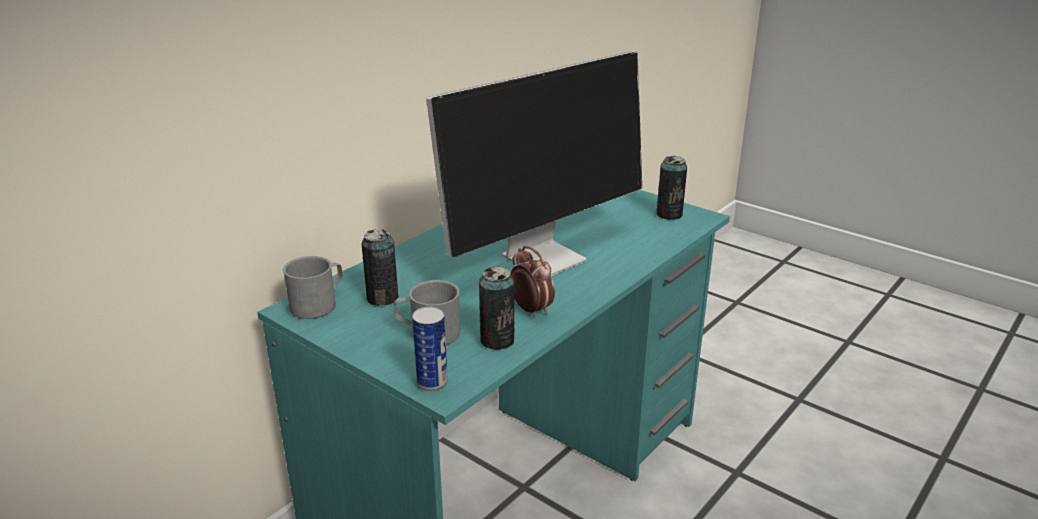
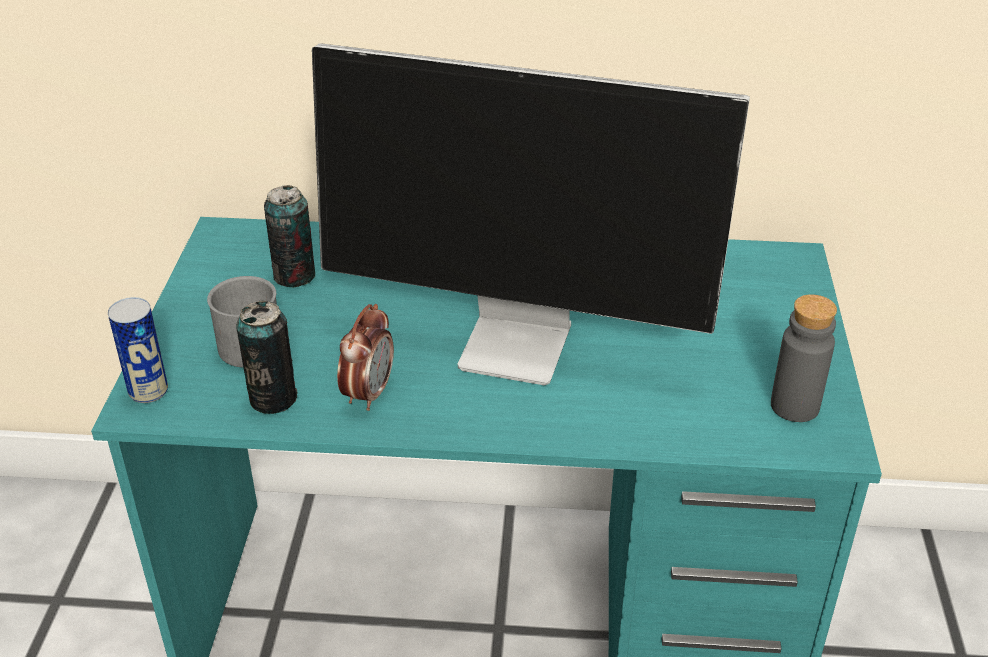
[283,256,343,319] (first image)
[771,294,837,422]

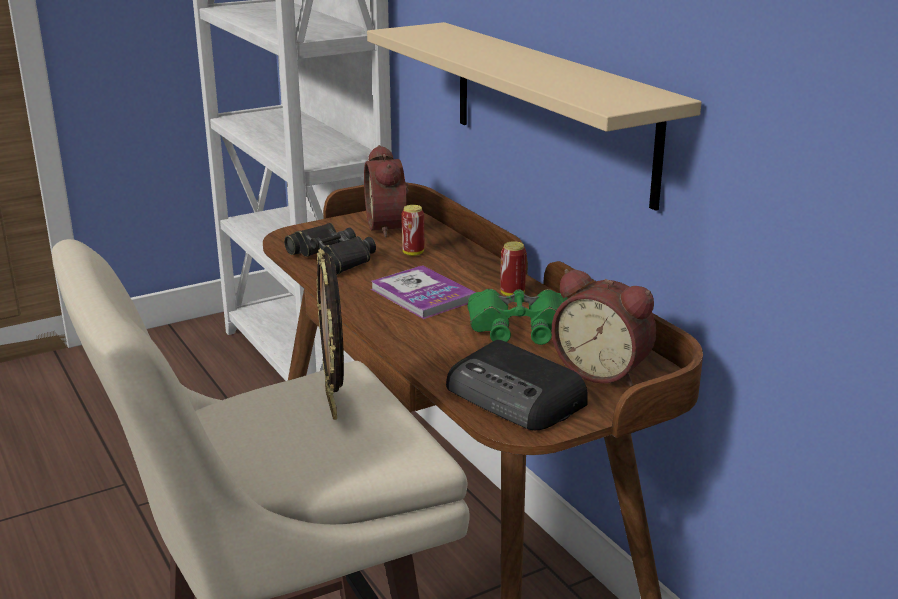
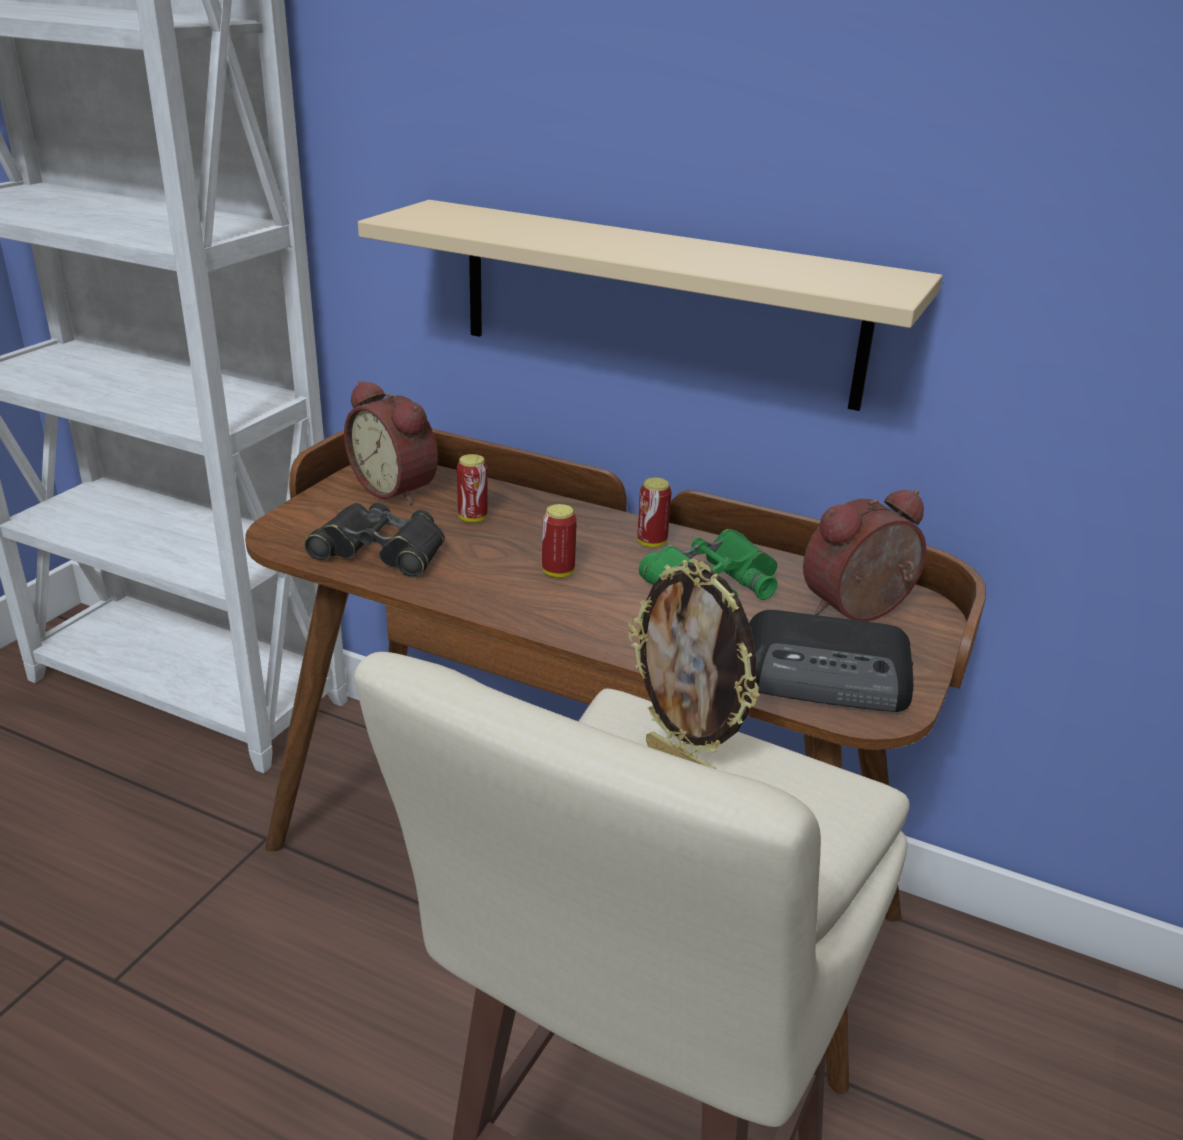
[542,504,577,578]
[803,489,926,622]

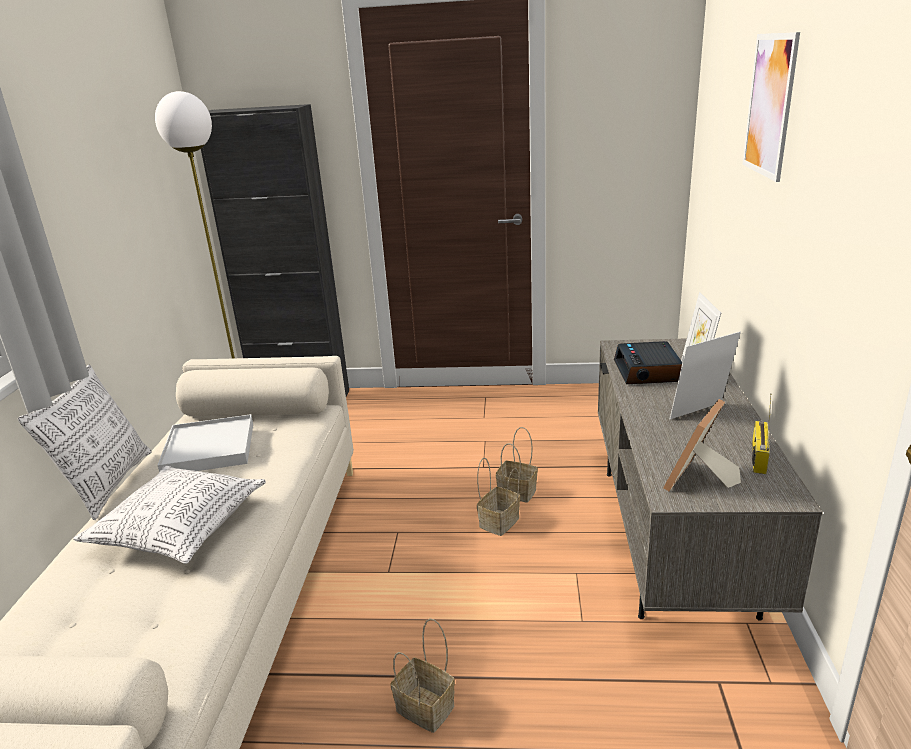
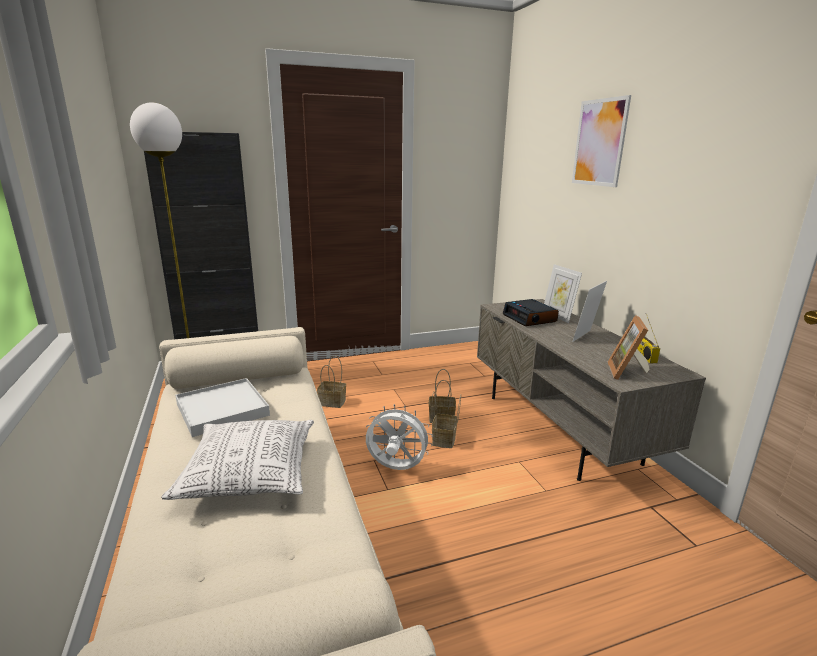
[18,365,151,520] (first image)
[366,404,433,470]
[317,356,346,408]

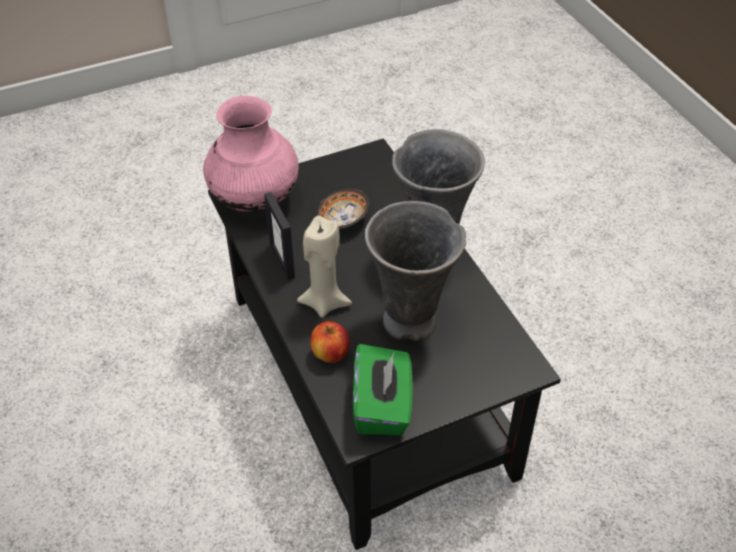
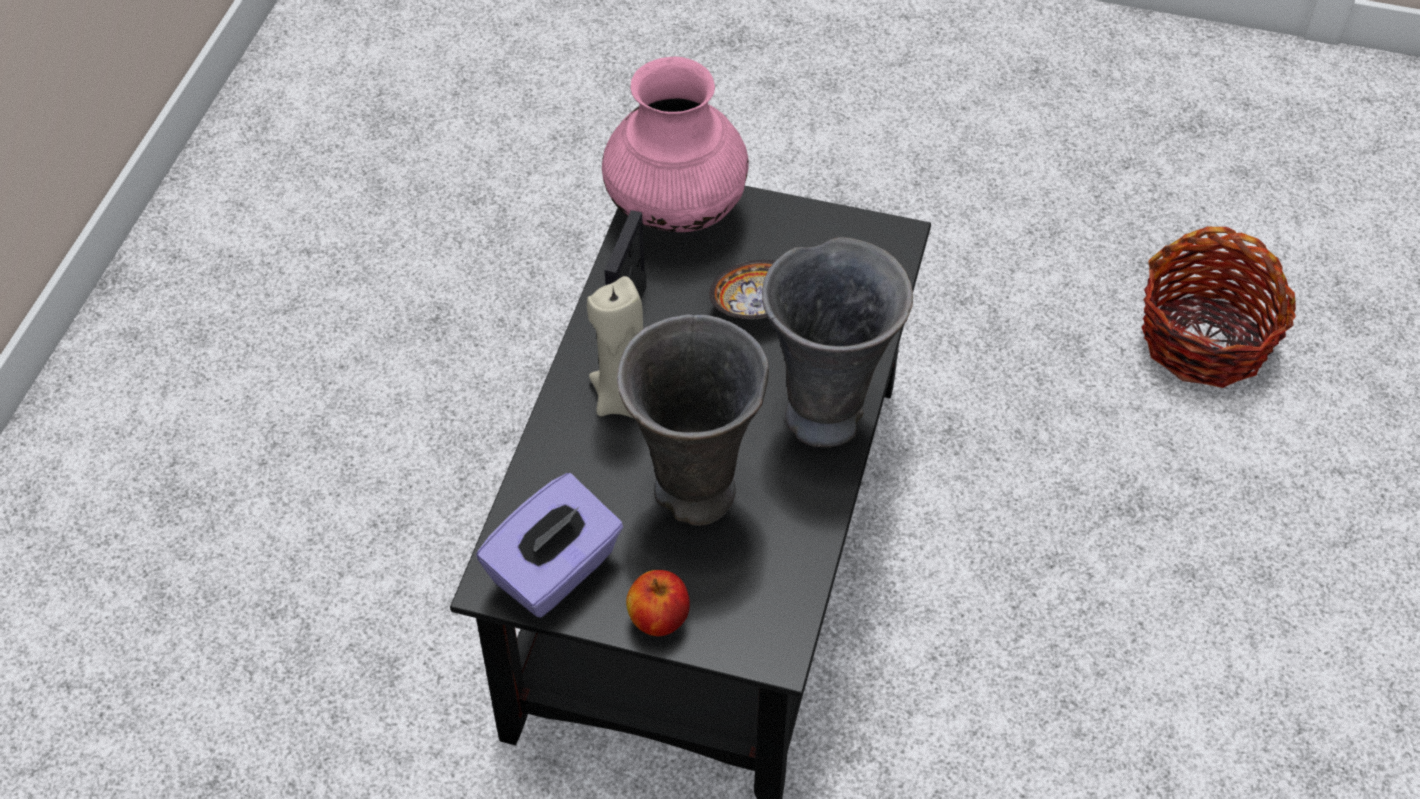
[1141,227,1296,388]
[626,570,690,636]
[476,473,624,618]

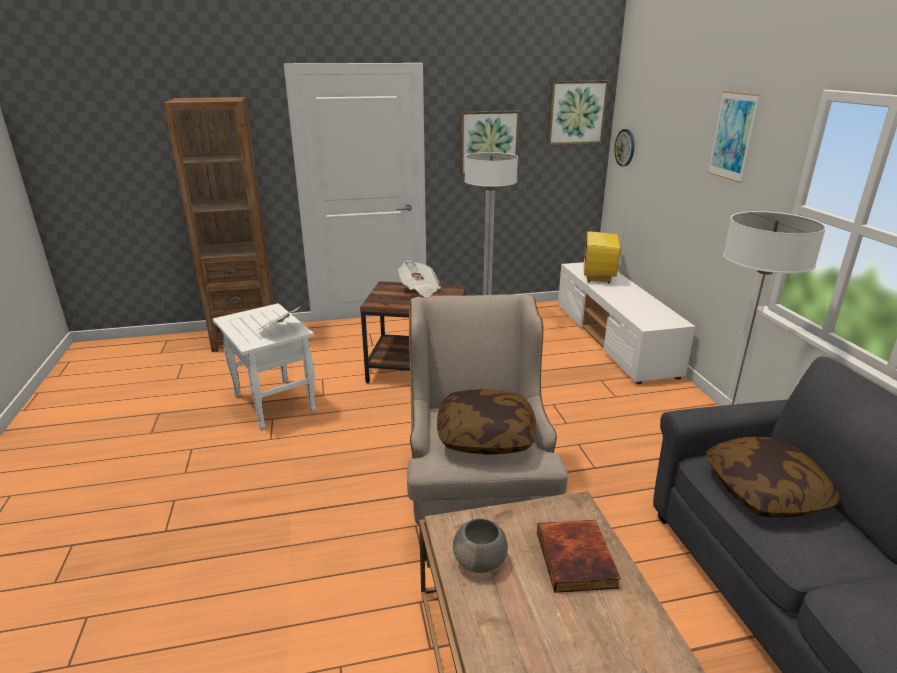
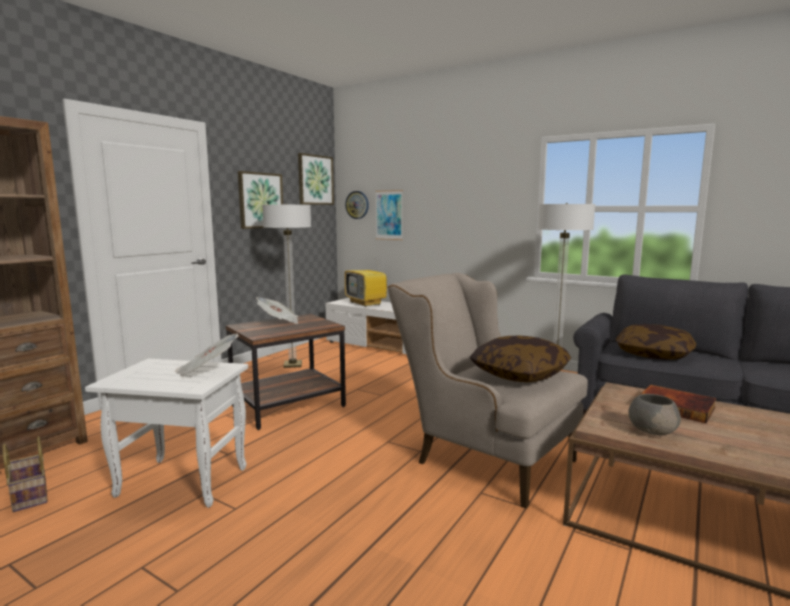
[2,436,48,512]
[375,190,403,240]

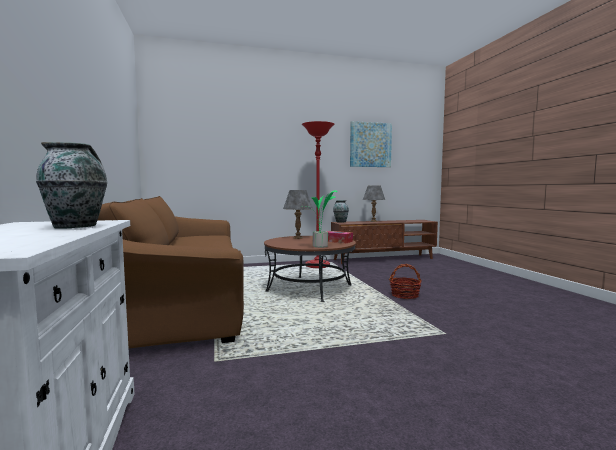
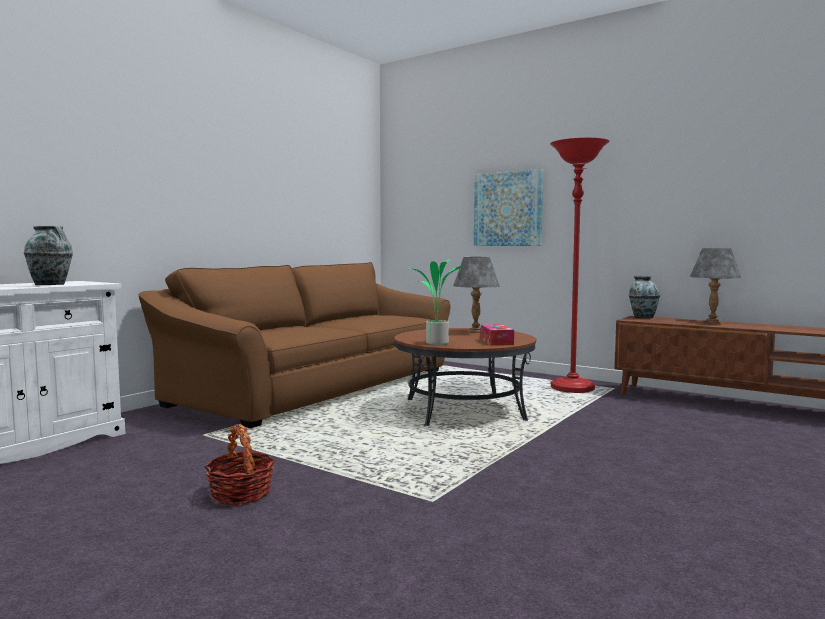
[474,169,543,246]
[204,424,275,505]

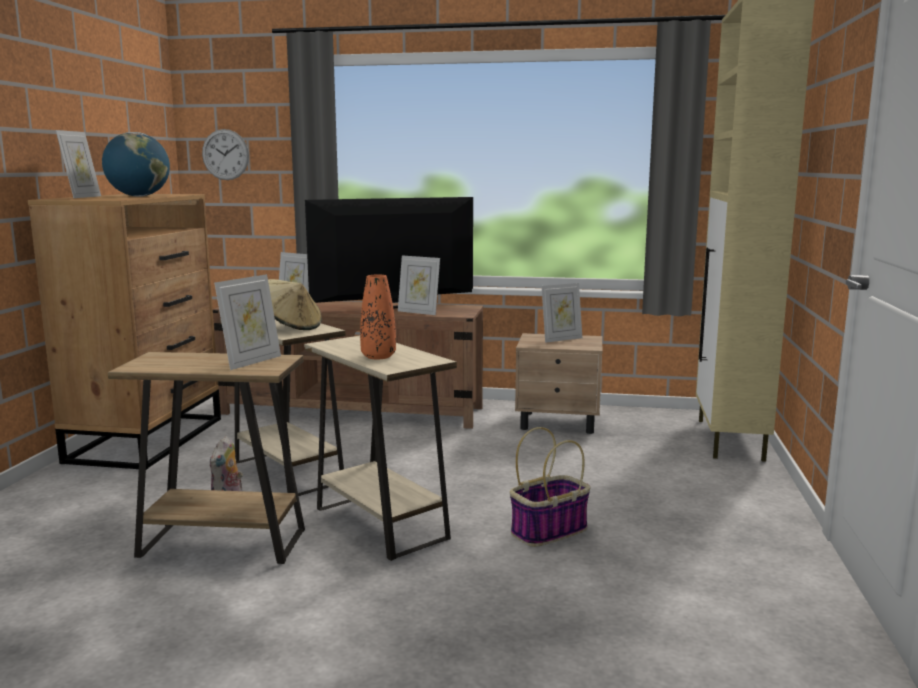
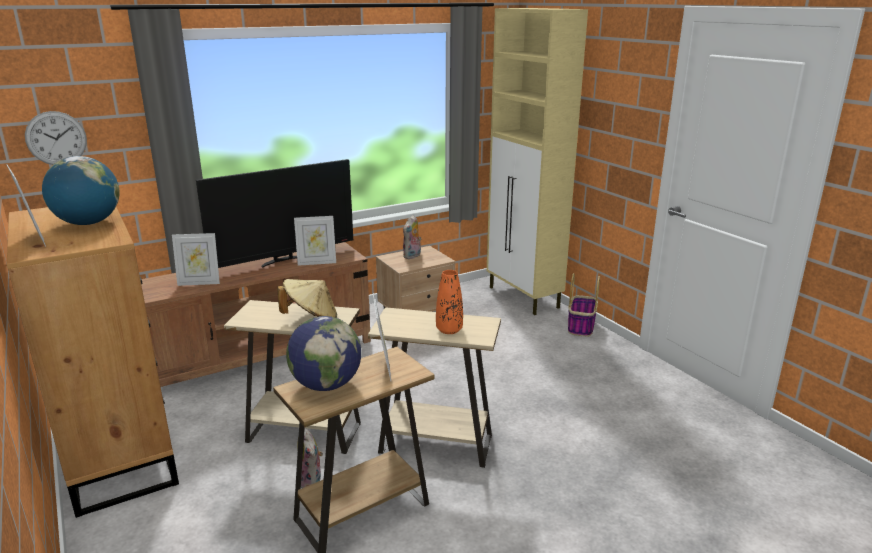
[286,316,361,391]
[568,273,600,337]
[403,215,421,259]
[196,159,353,268]

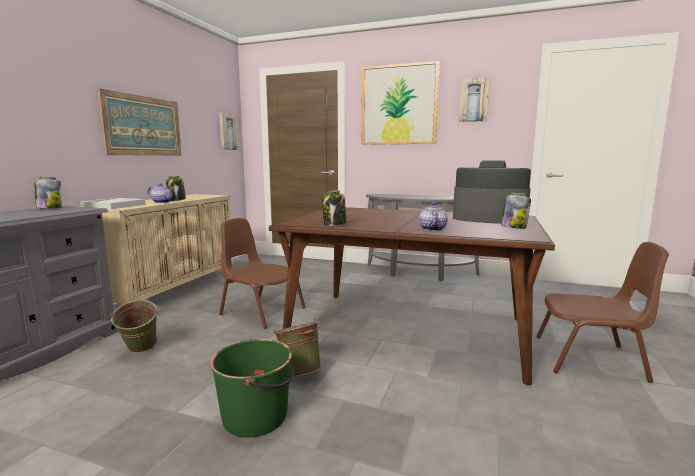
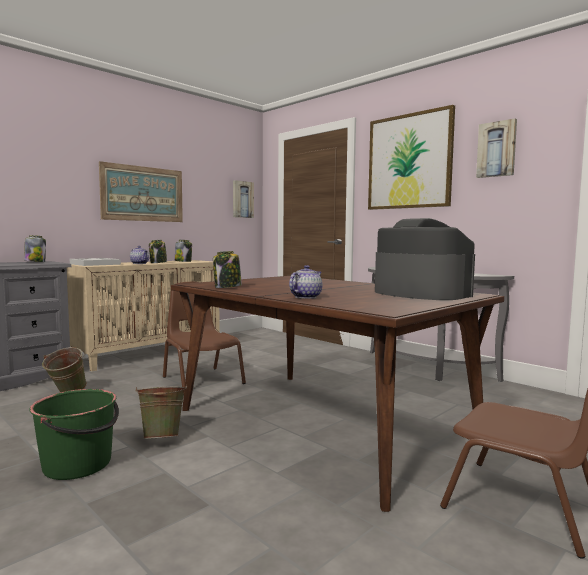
[175,240,192,262]

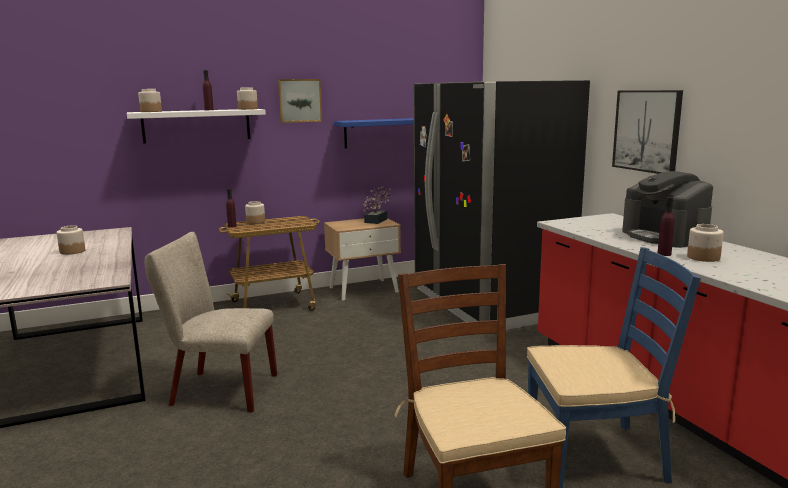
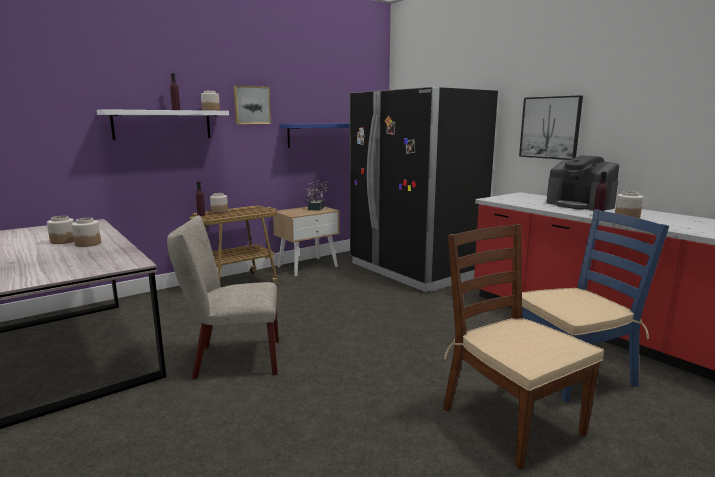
[72,218,101,247]

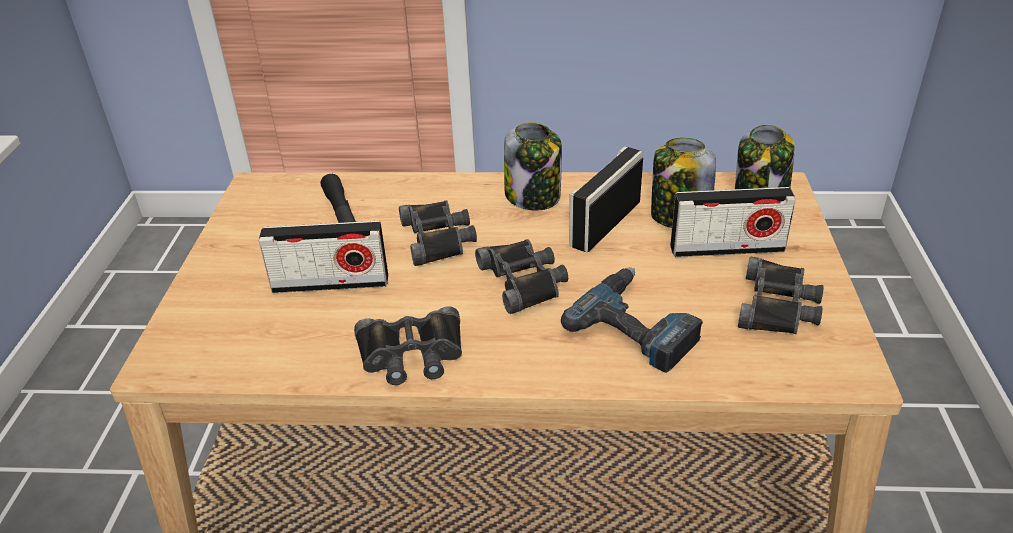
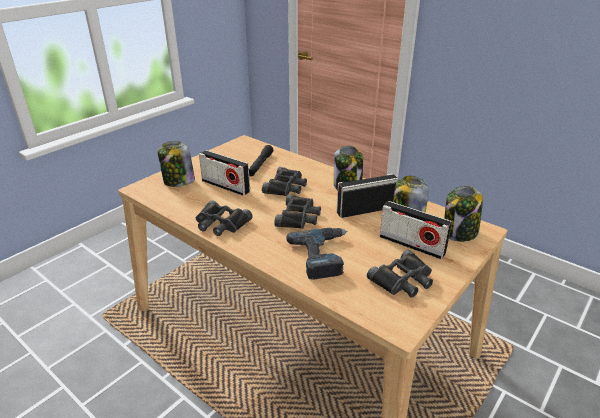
[158,141,195,187]

